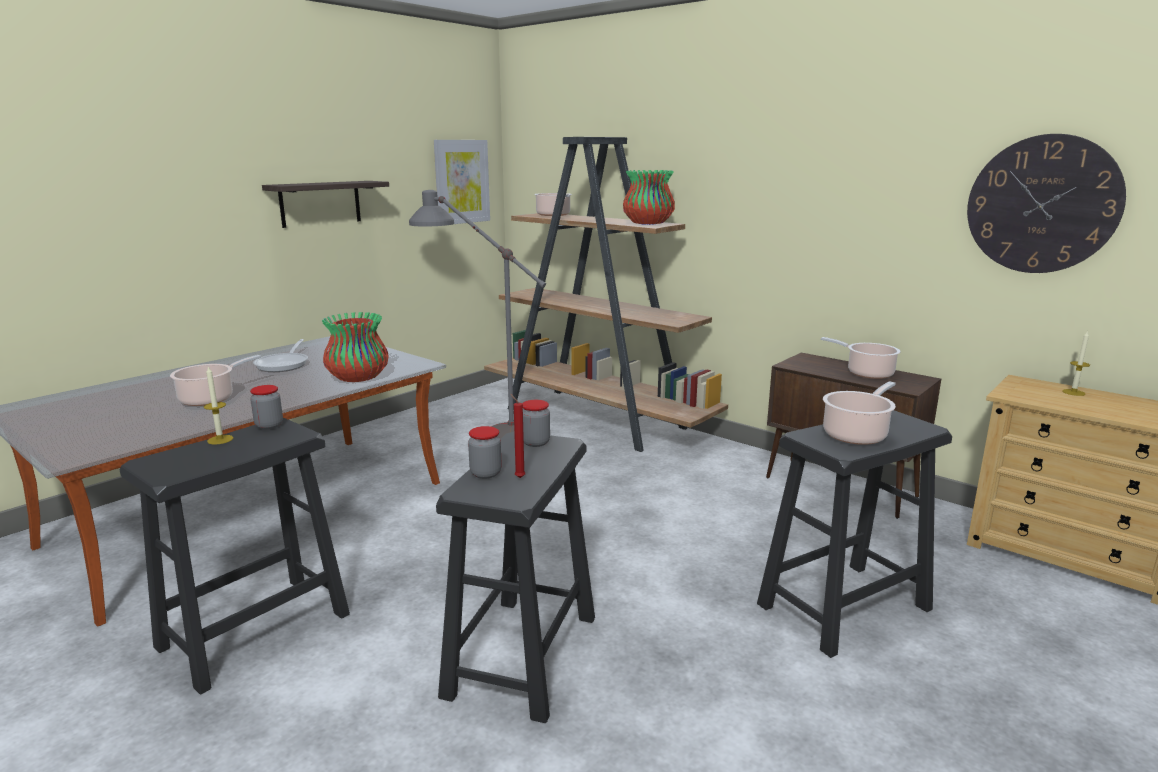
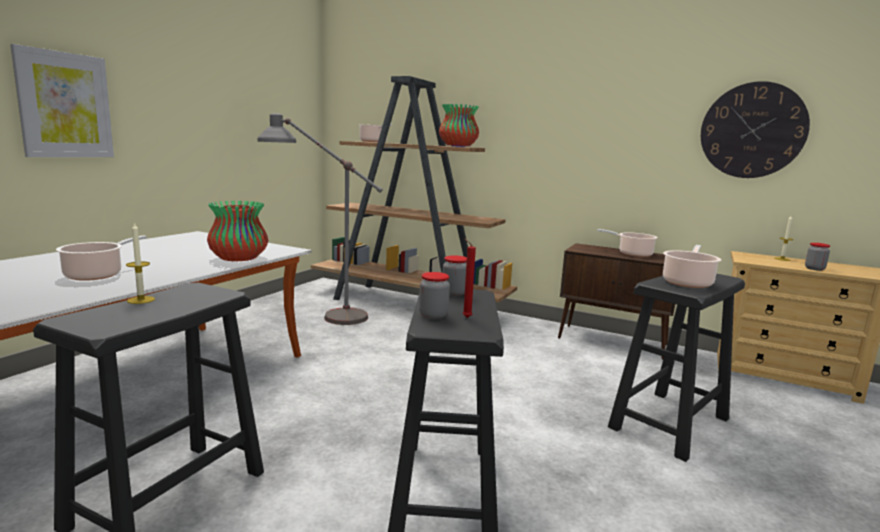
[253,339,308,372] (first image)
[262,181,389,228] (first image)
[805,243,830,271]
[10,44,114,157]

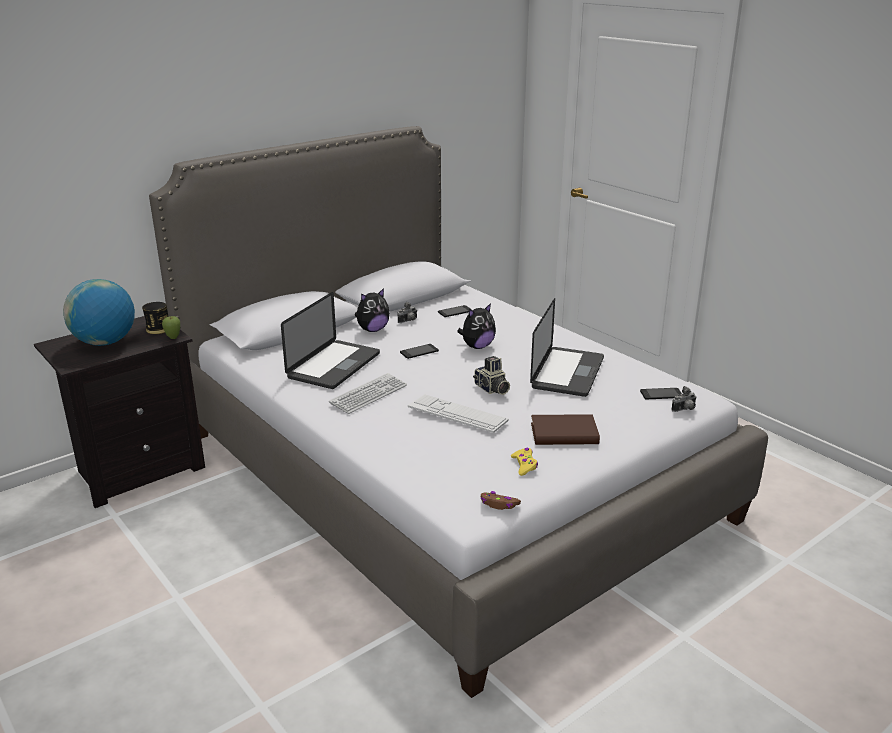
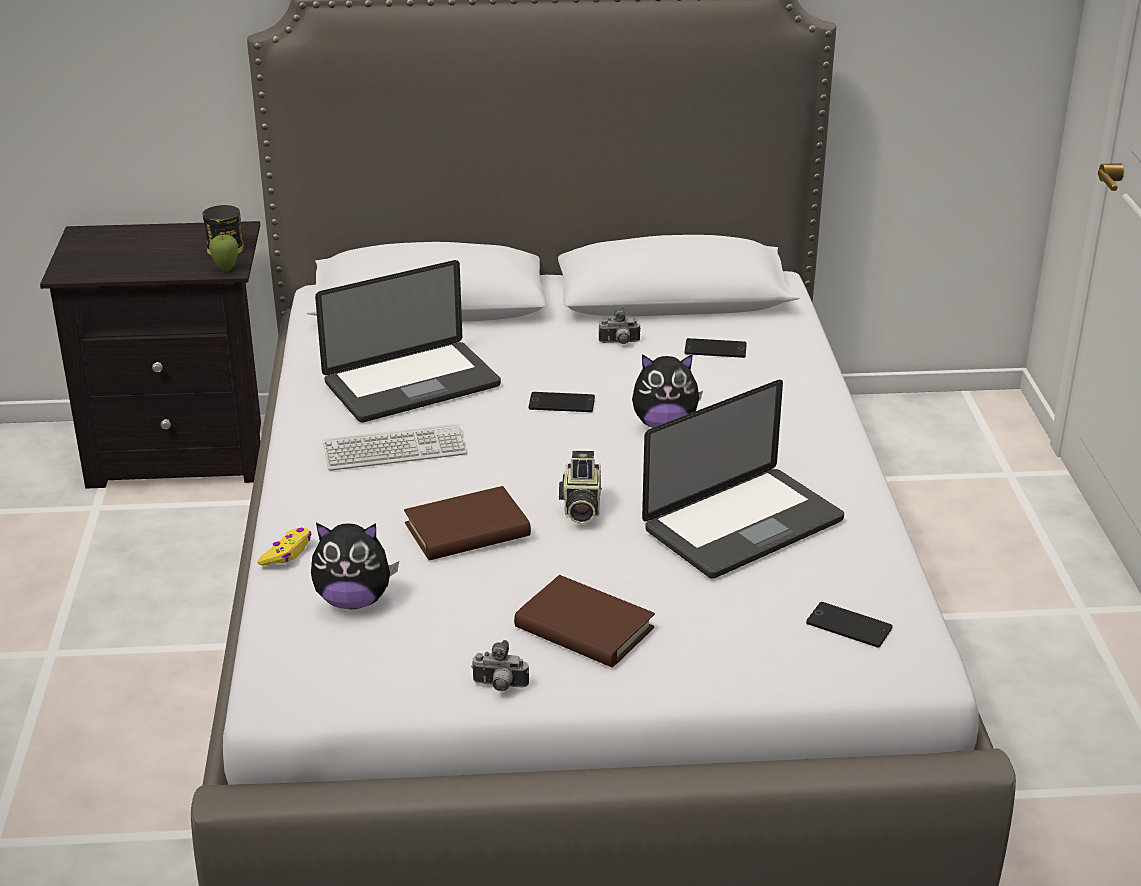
[63,279,135,346] (first image)
[481,491,521,510] (first image)
[311,523,399,609]
[257,528,311,566]
[471,640,529,691]
[404,486,531,560]

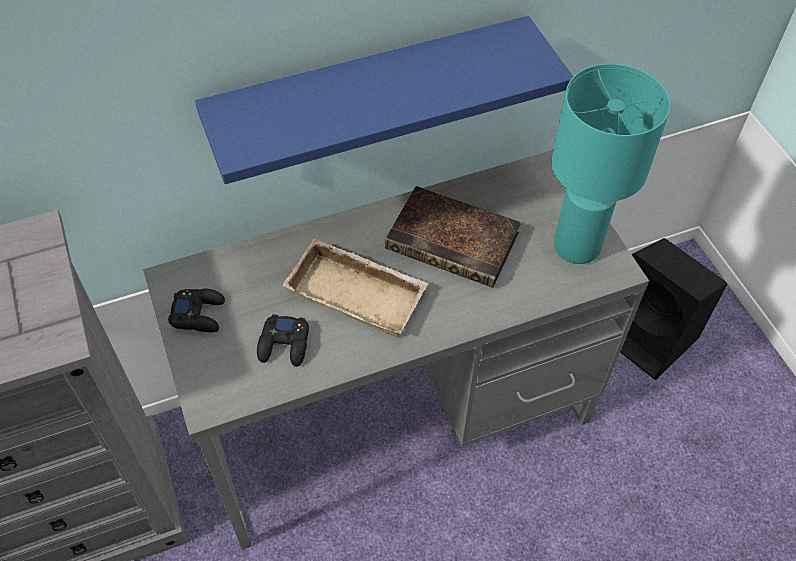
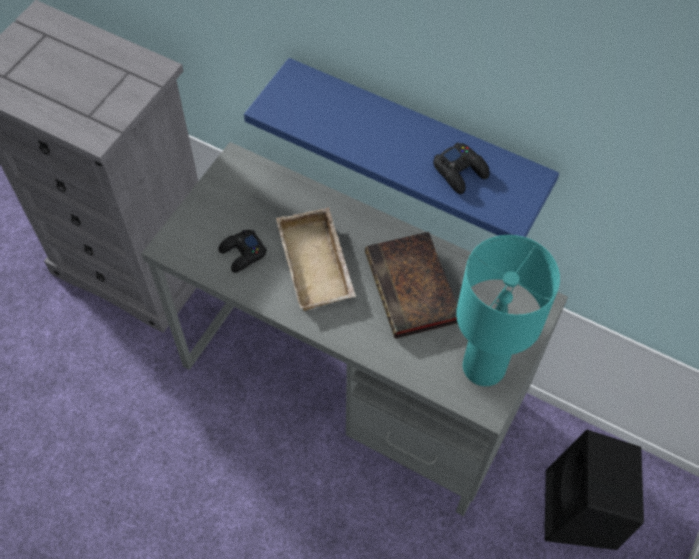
[433,142,490,194]

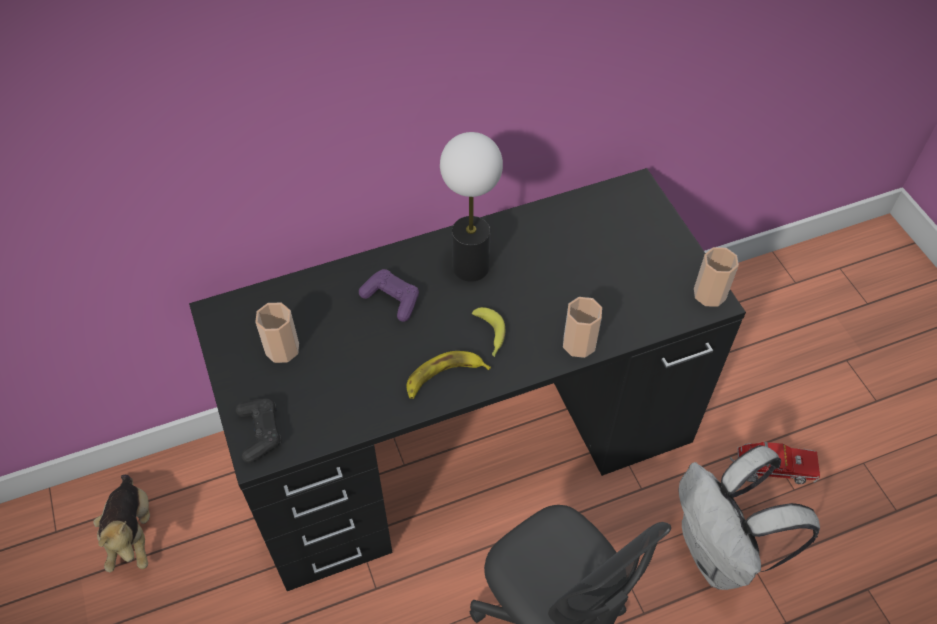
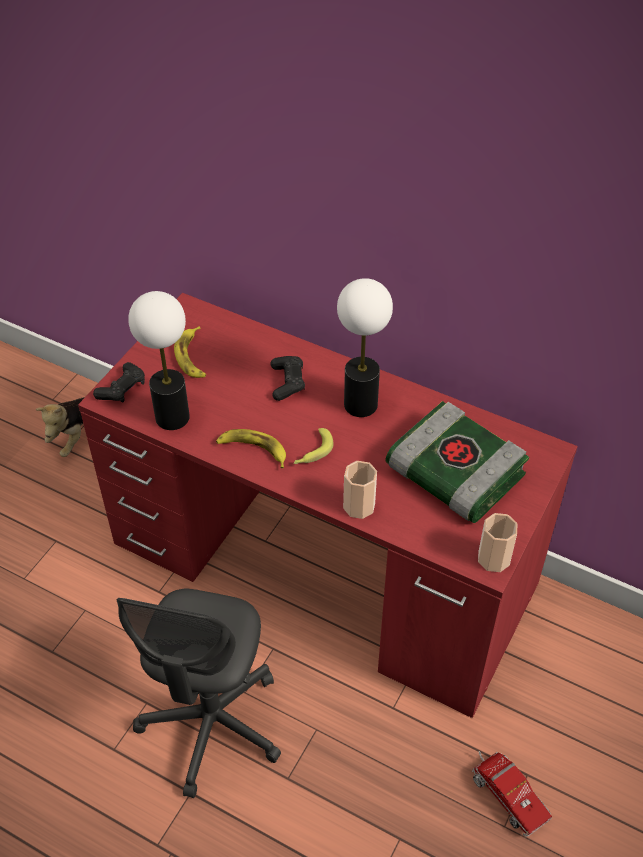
[679,445,820,590] (first image)
[128,291,190,430]
[385,401,529,523]
[174,326,206,378]
[78,293,578,718]
[271,356,305,401]

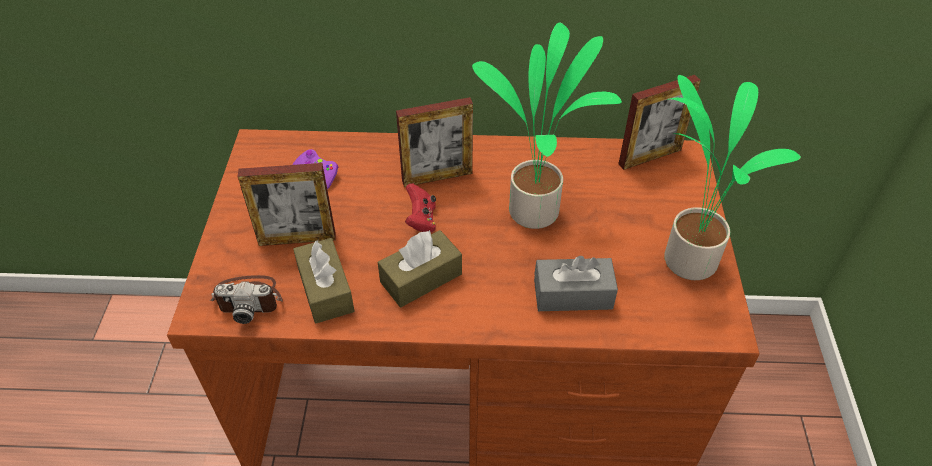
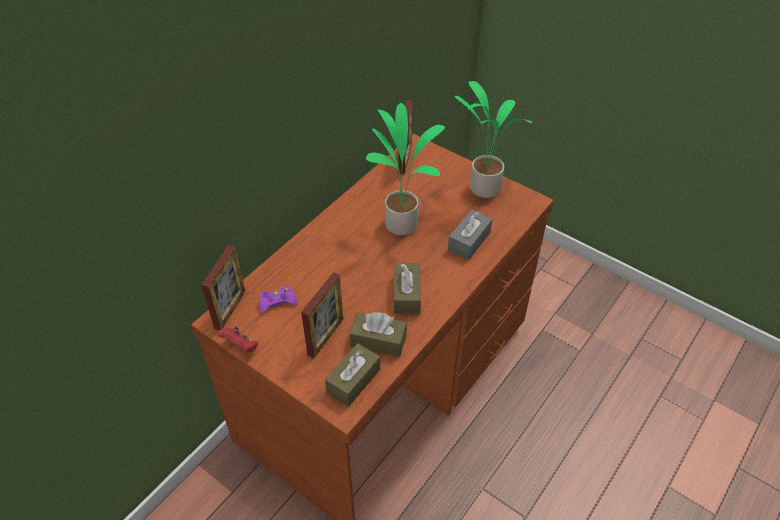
[201,245,245,330]
[217,327,258,352]
[325,343,380,406]

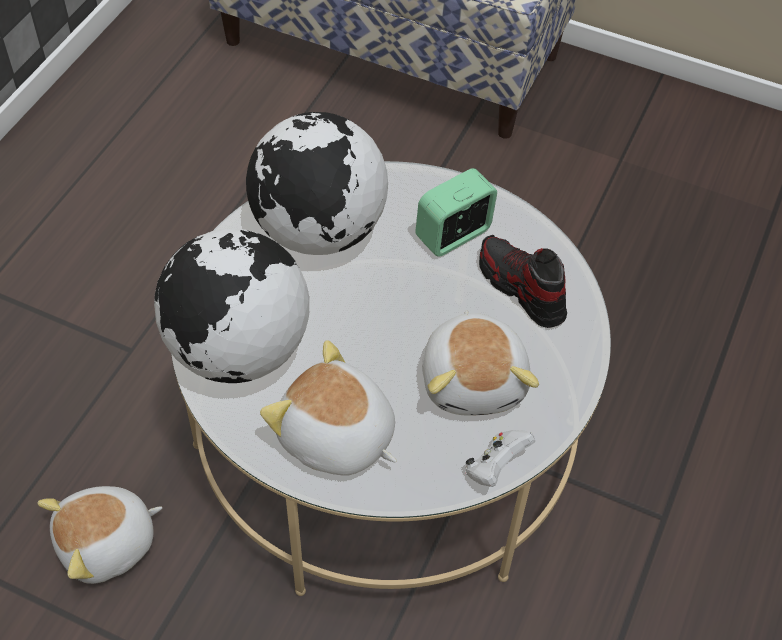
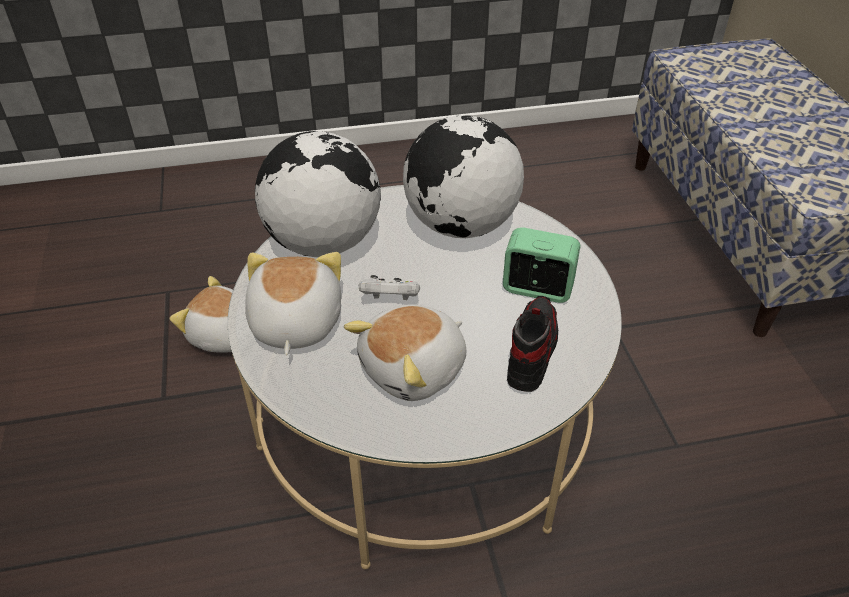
[359,275,420,300]

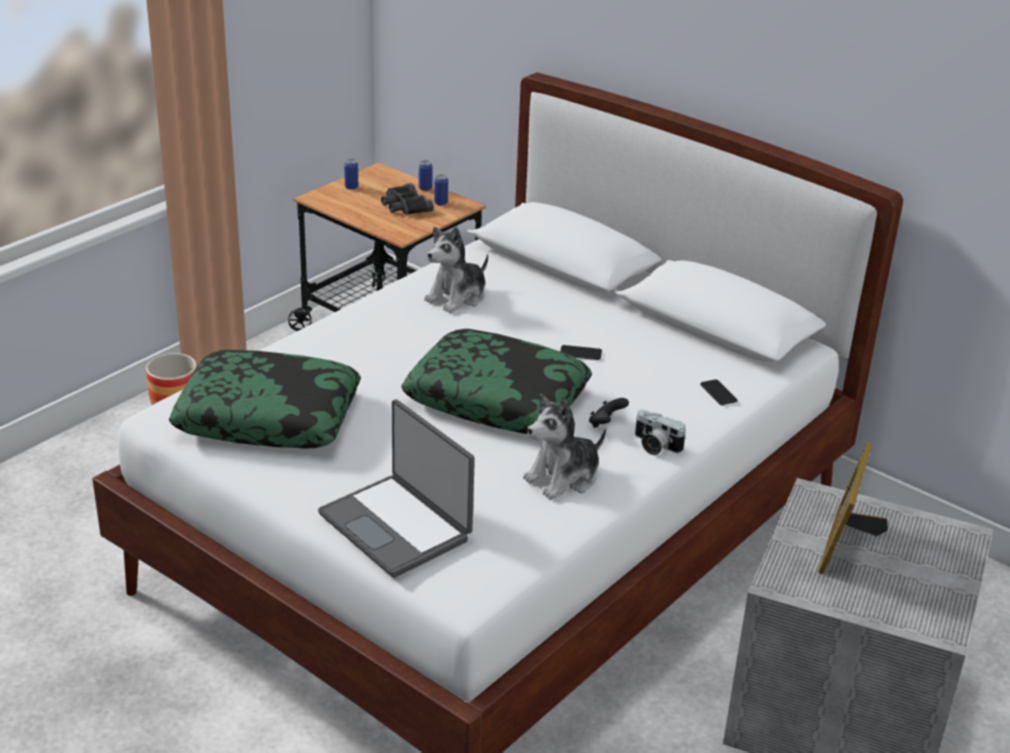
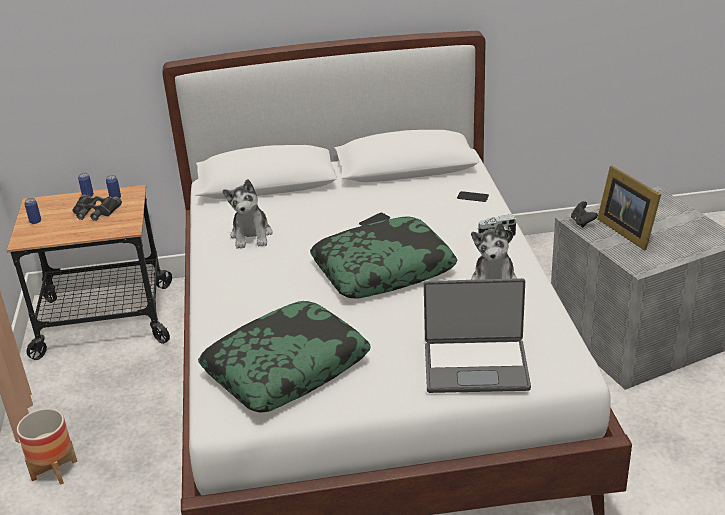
[571,201,598,228]

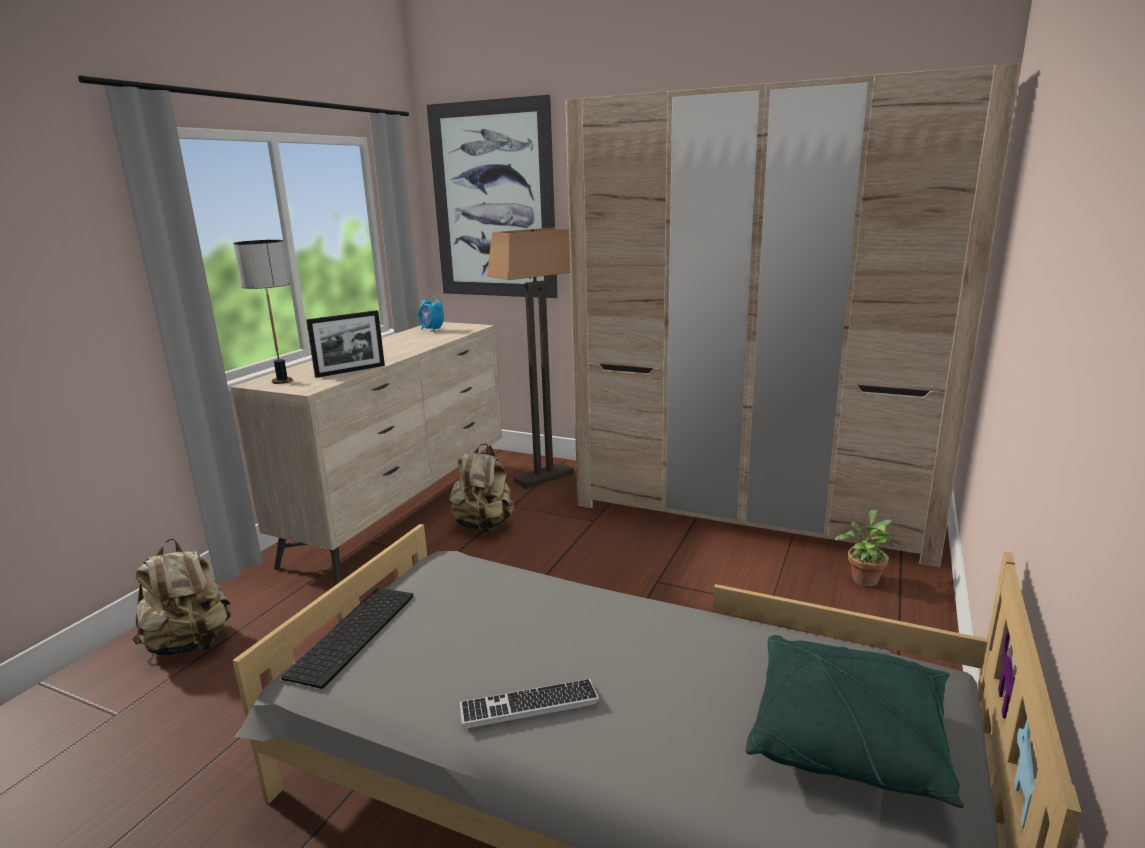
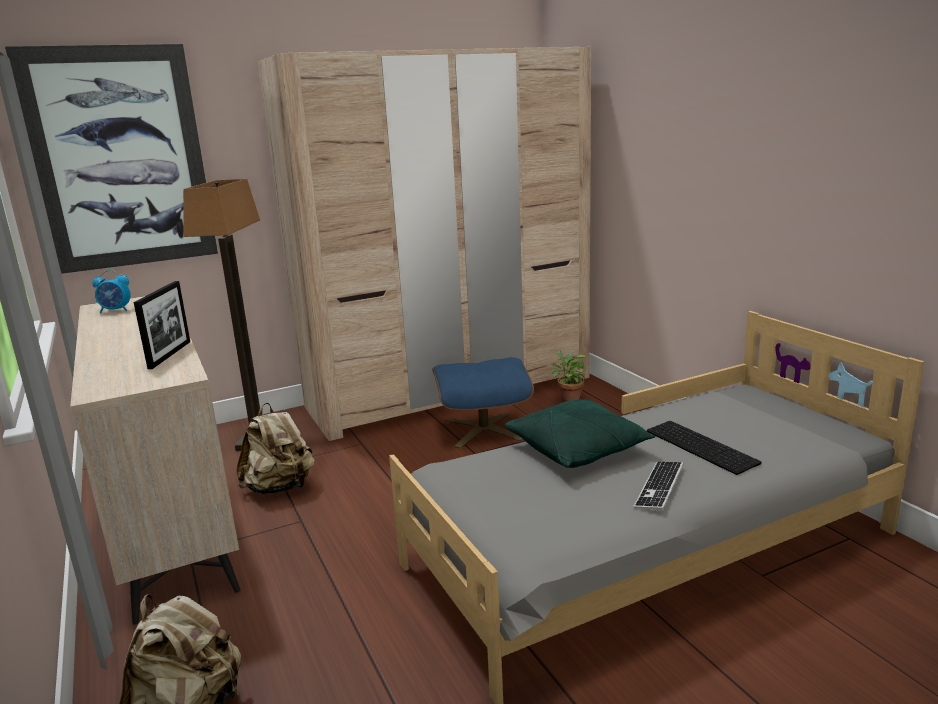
[233,240,293,384] (first image)
[432,357,534,449]
[647,421,761,475]
[504,399,655,468]

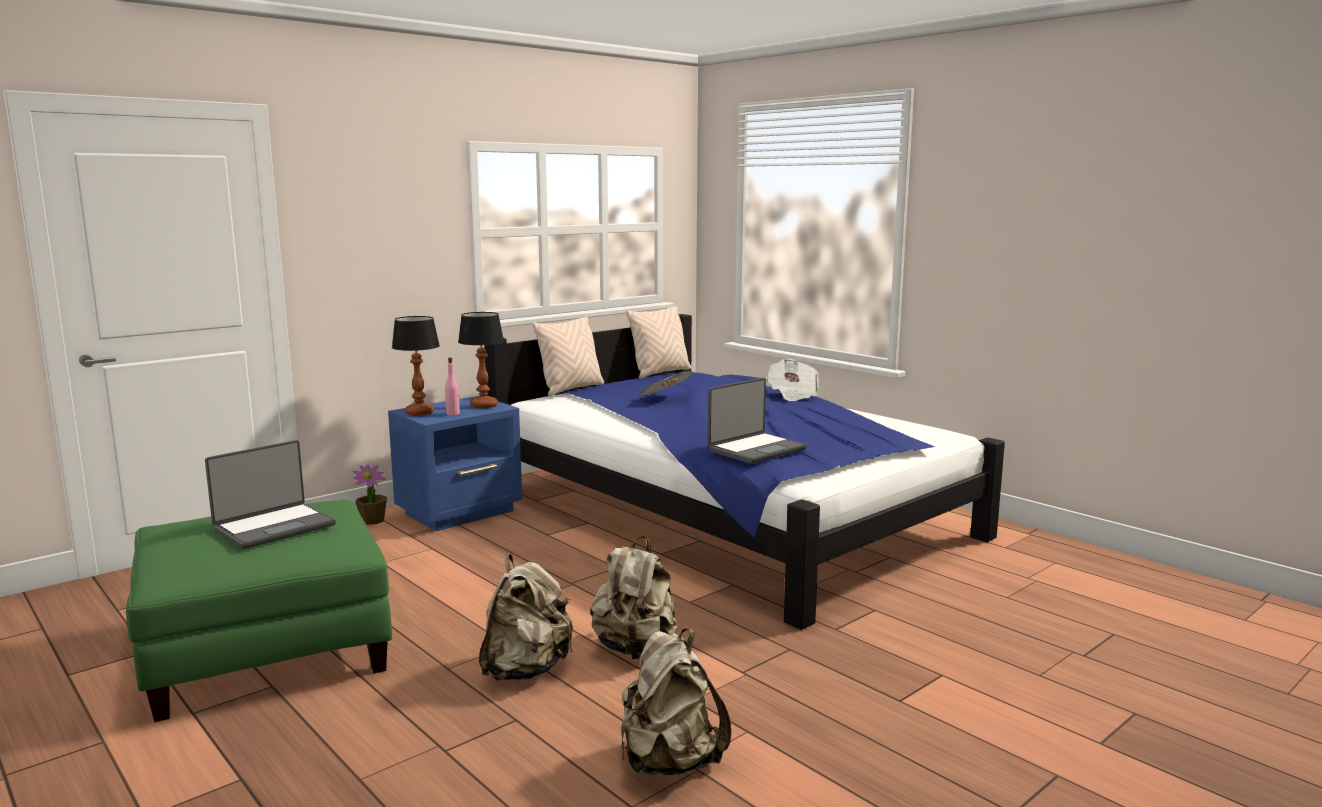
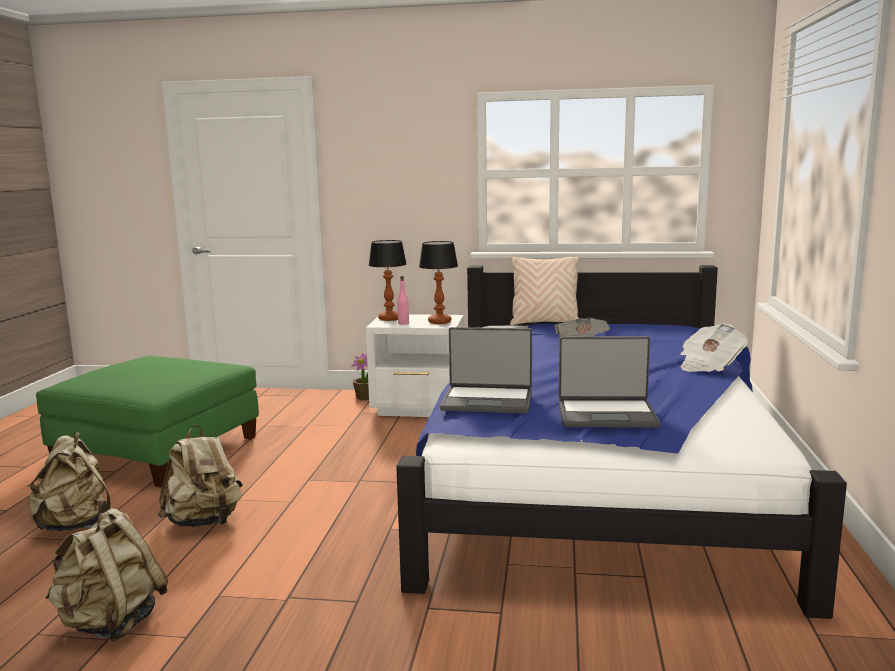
[626,306,691,379] (first image)
[559,336,660,428]
[27,432,111,532]
[366,314,464,417]

